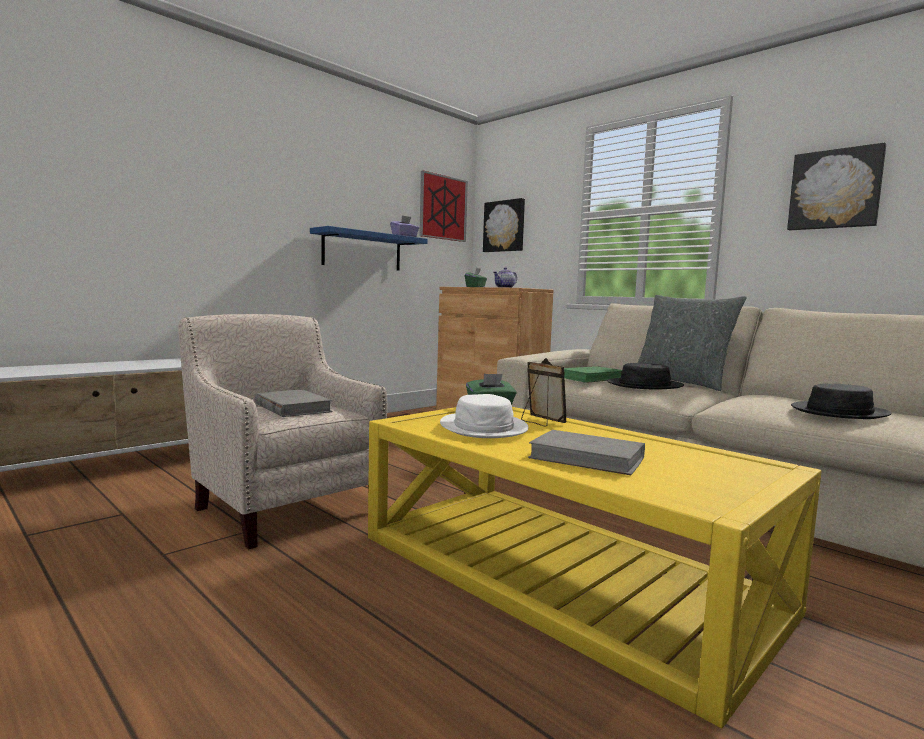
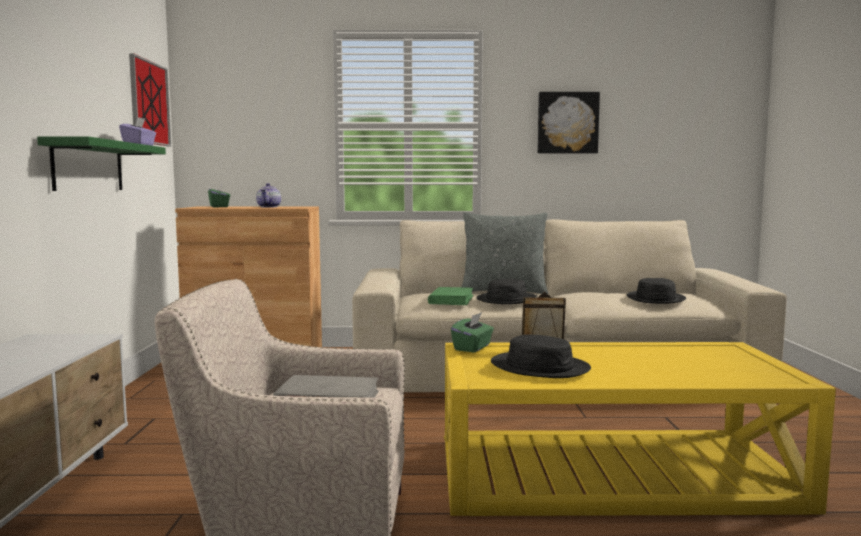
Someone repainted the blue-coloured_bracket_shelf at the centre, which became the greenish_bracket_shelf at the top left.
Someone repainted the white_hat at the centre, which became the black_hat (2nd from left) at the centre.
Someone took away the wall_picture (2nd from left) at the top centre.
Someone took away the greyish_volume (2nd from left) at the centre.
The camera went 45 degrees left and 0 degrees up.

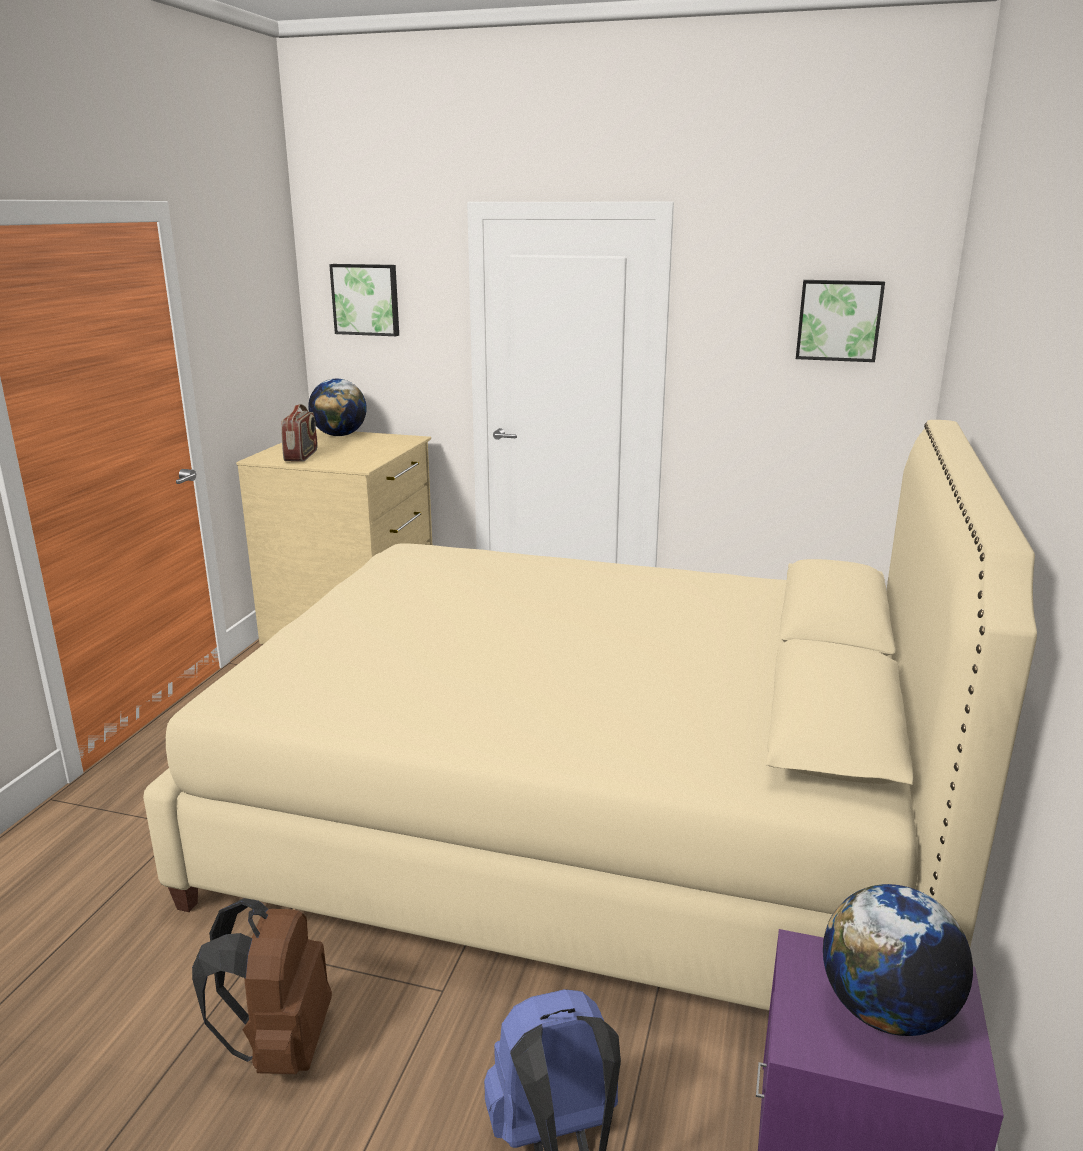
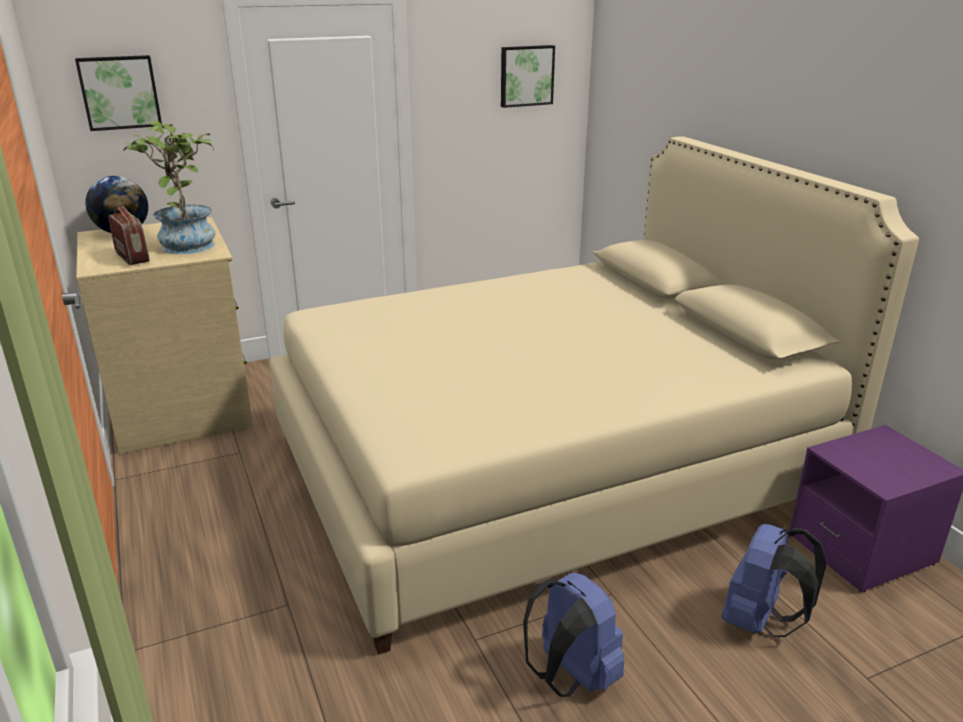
Someone put down the potted_plant at the top left.
Someone repainted the brown_rucksack at the bottom left, which became the blue-coloured_rucksack (1st from left) at the bottom centre.
Someone took away the globe (2nd from left) at the bottom right.
The camera went 40 degrees left and 5 degrees up.

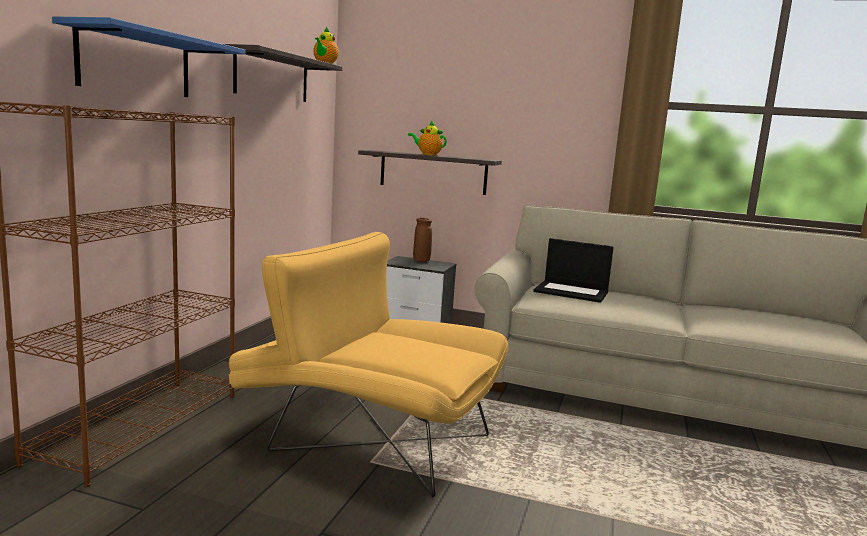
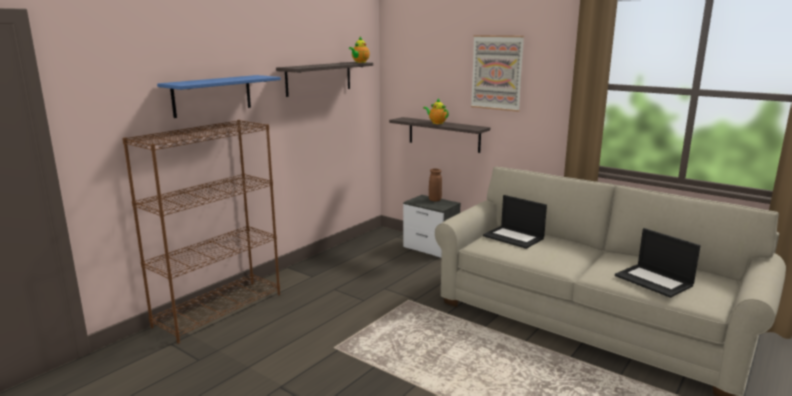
Someone put up the wall_picture at the top centre.
Someone put down the laptop (2nd from left) at the middle right.
Someone took away the yellow_easy_chair at the bottom centre.
The camera went 20 degrees right and 5 degrees up.

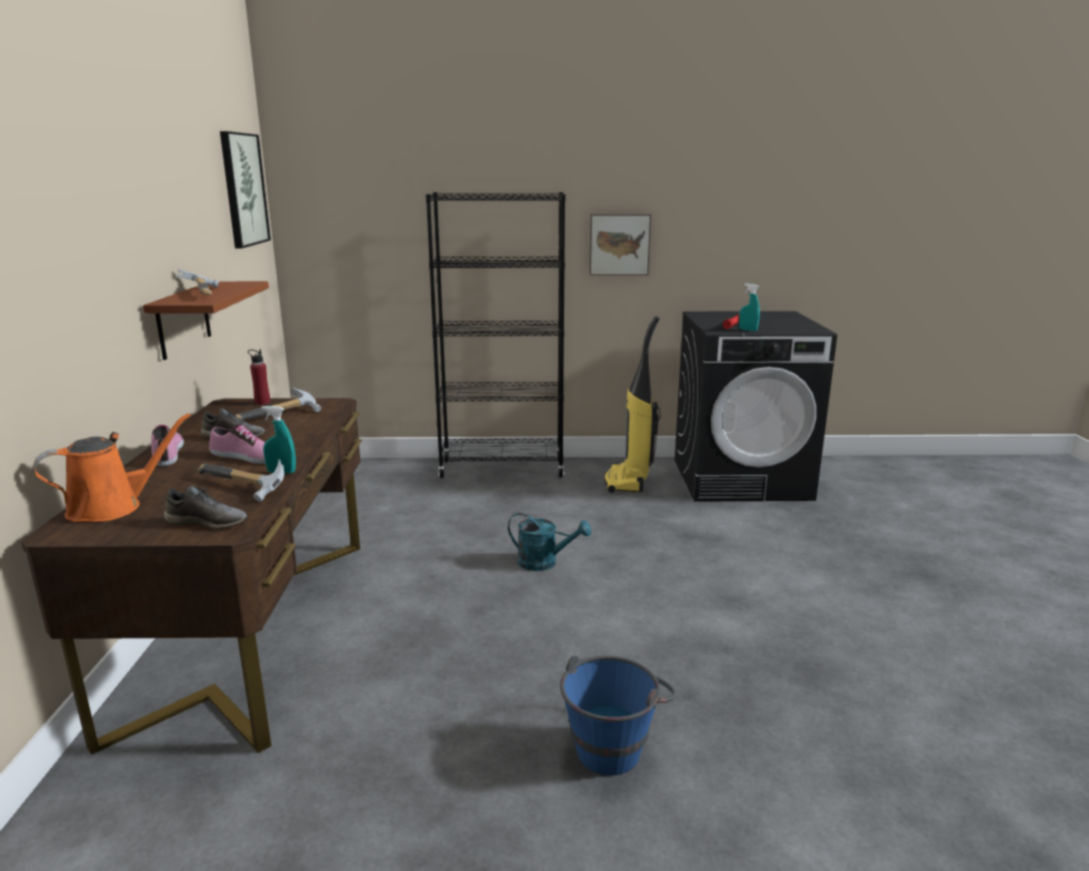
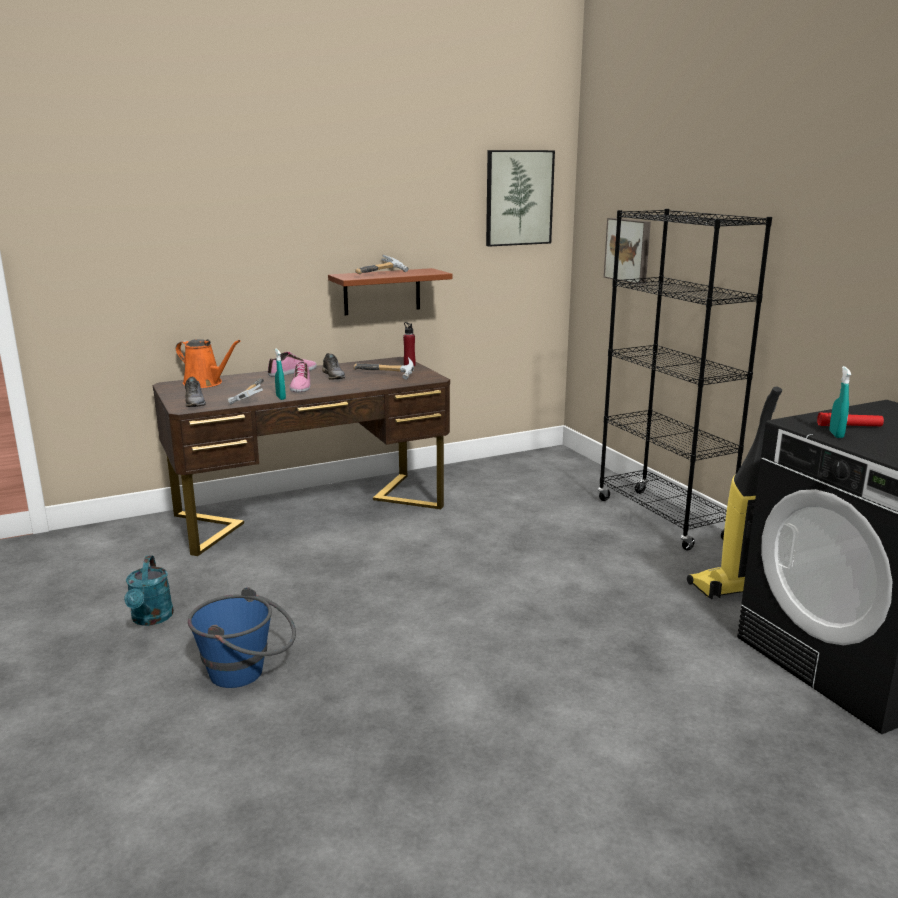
Someone carried the turquoise_sprinkling_can from the centre to the middle left.
Someone carried the wall_picture (2nd from left) from the top centre to the top right.
The camera went 65 degrees right and 0 degrees up.

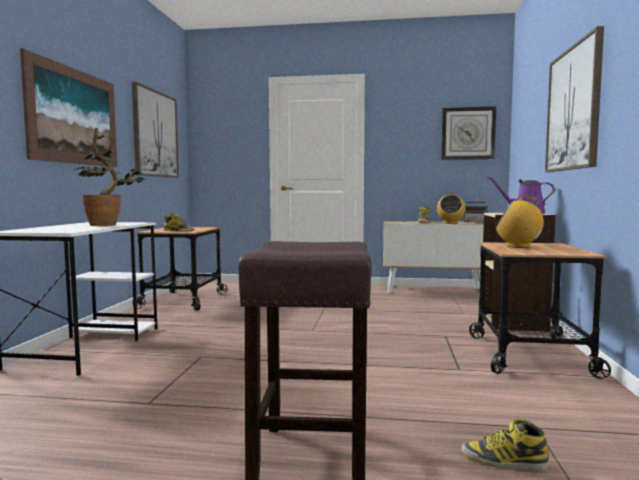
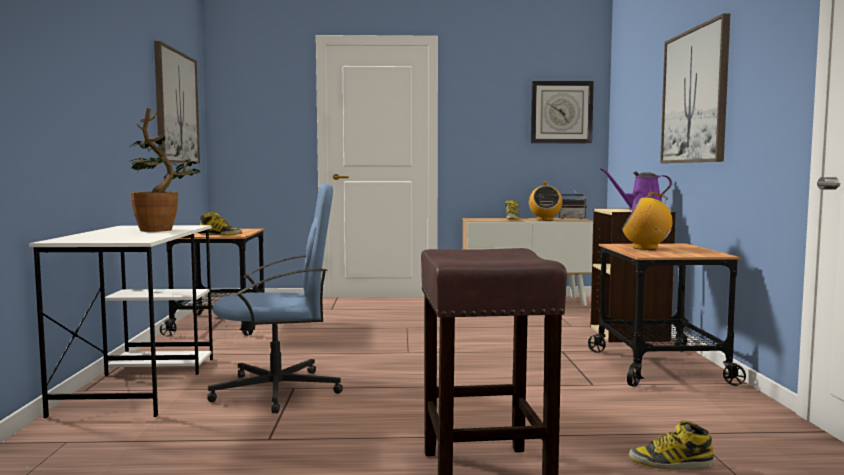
Someone put down the blue-coloured_office_chair at the middle left.
Someone took away the wall_picture (1st from left) at the top left.
The camera went 10 degrees left and 0 degrees up.

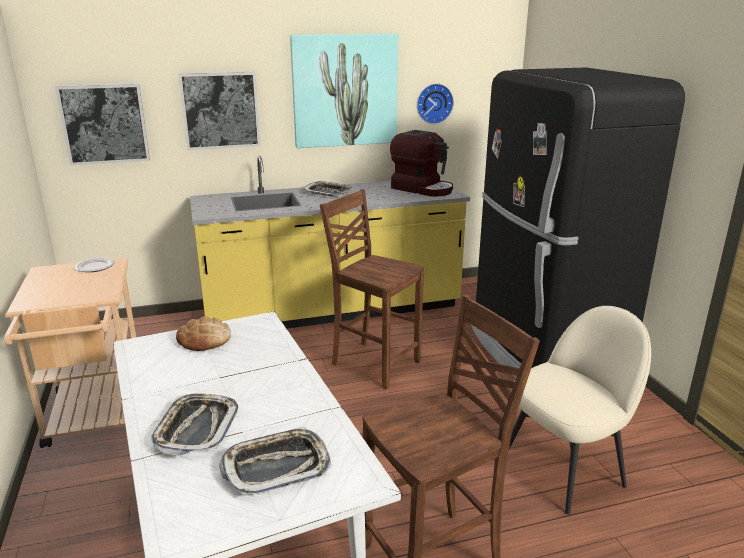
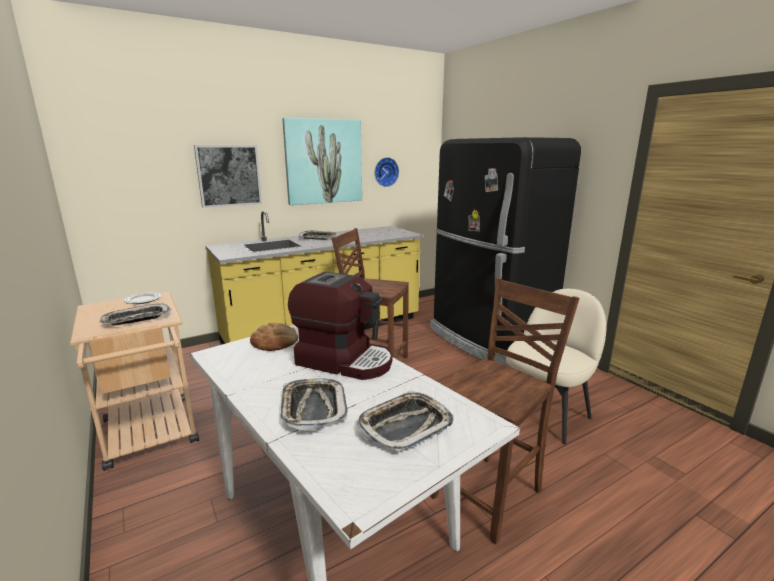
Someone put down the carrying_tray (1st from left) at the middle left.
Someone carried the coffee_maker from the top centre to the centre.
Someone took away the wall_picture (1st from left) at the top left.
The camera went 15 degrees left and 5 degrees down.

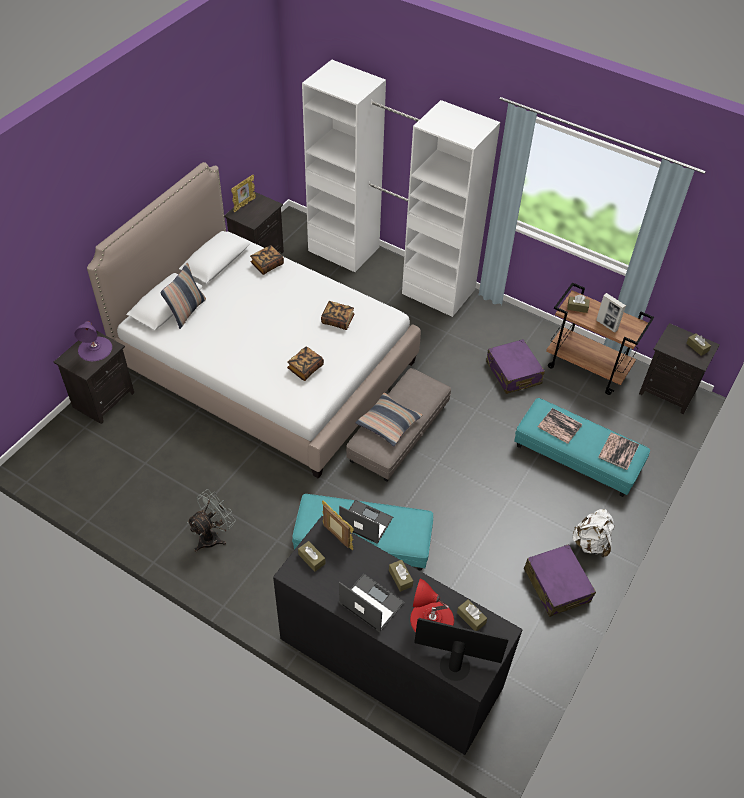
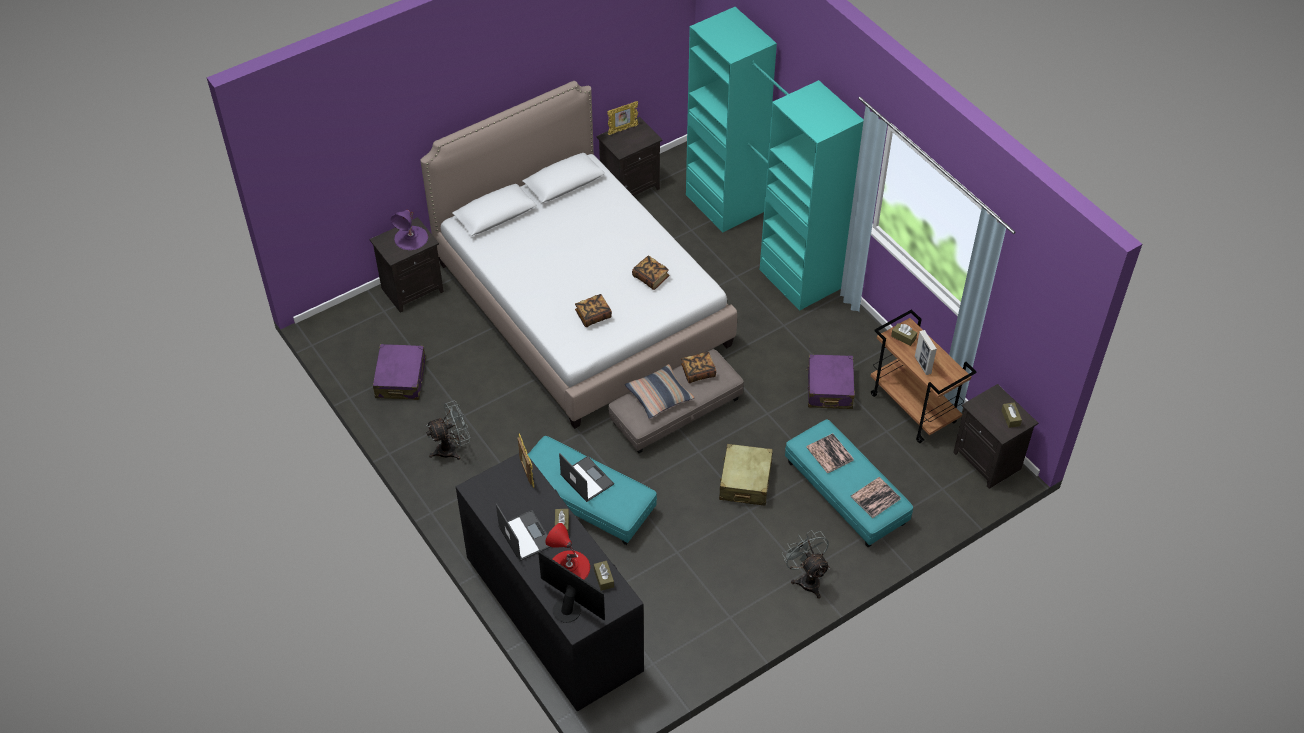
Someone carried the purplish_piece_of_luggage (2nd from left in the first image) from the bottom right to the middle left.
Someone carried the volume (1st from left in the first image) from the top centre to the centre.
Someone repainted the white_armoire at the top centre, which became the turquoise_armoire at the top centre.
Someone put down the beige-coloured_piece_of_luggage at the centre.
Someone swapped the white_rucksack at the bottom right for the greyish_fan (2nd from left) at the bottom centre.
Someone took away the throw_pillow (1st from left) at the middle left.
Someone took away the brown_tissue_holder (1st from left) at the bottom centre.
The camera went 25 degrees right and 0 degrees up.

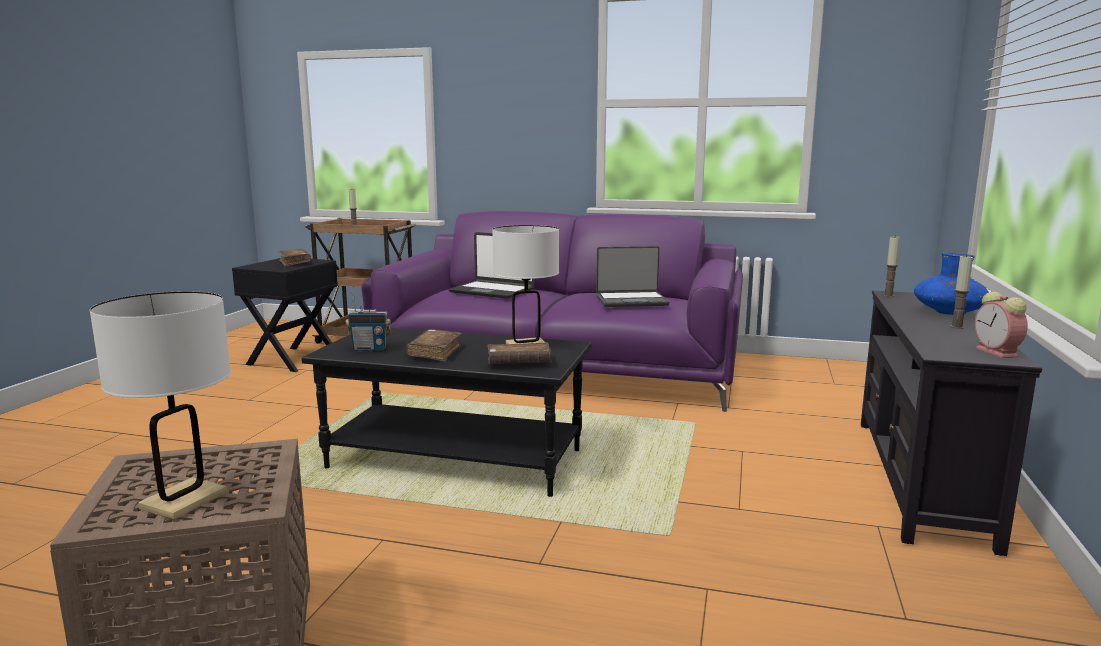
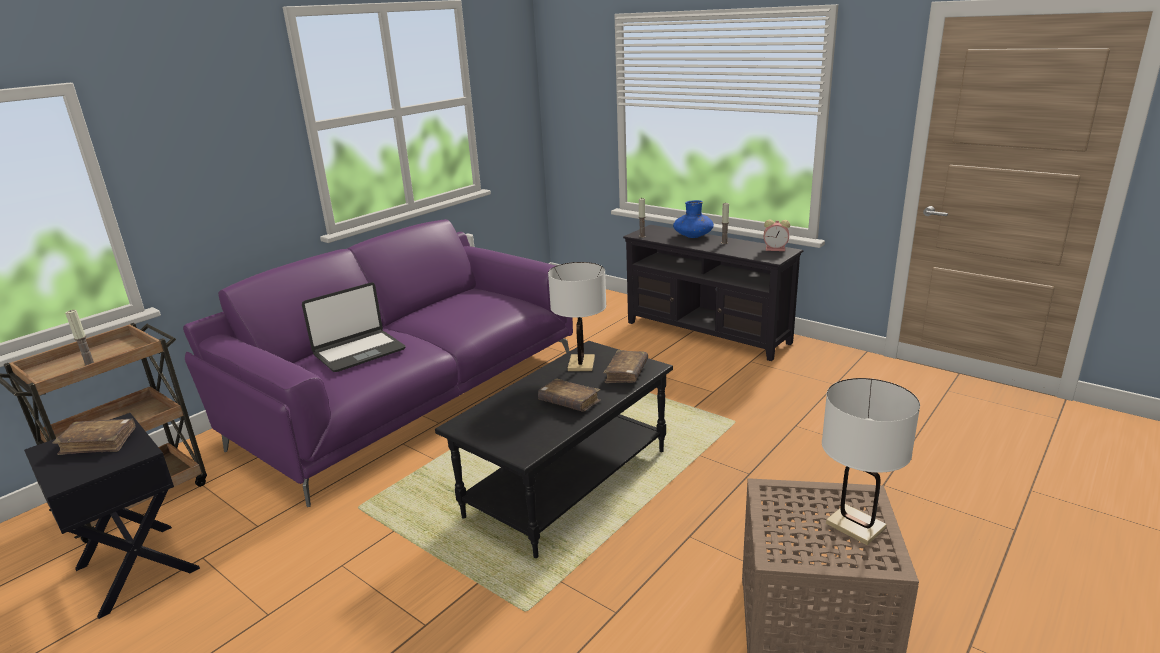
Someone took away the radio at the centre.
Someone took away the laptop (2nd from left) at the centre.
The camera went 65 degrees left and 10 degrees up.

